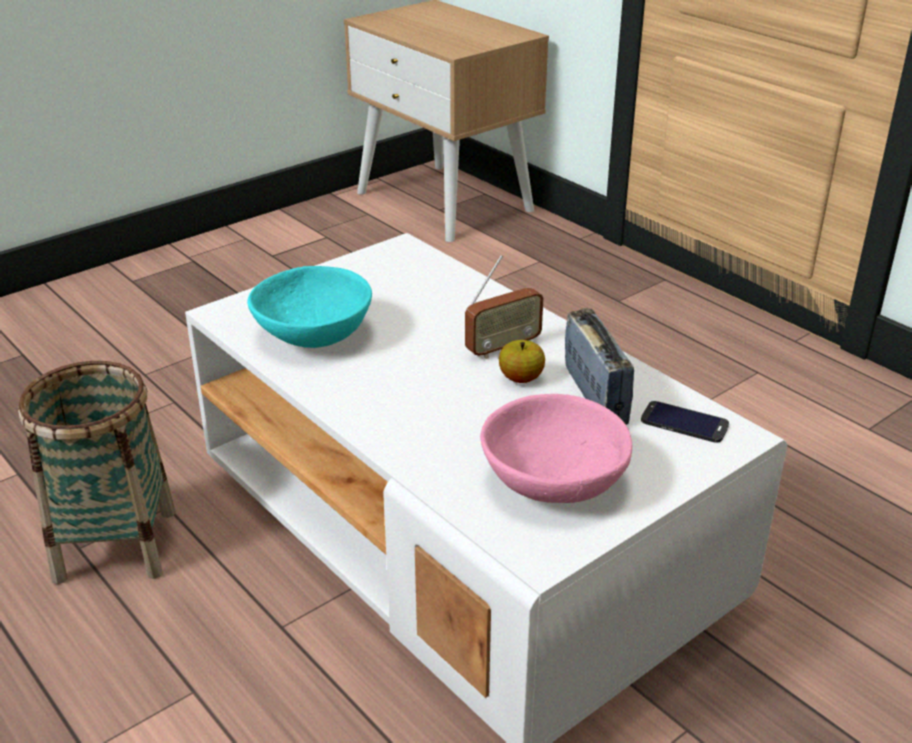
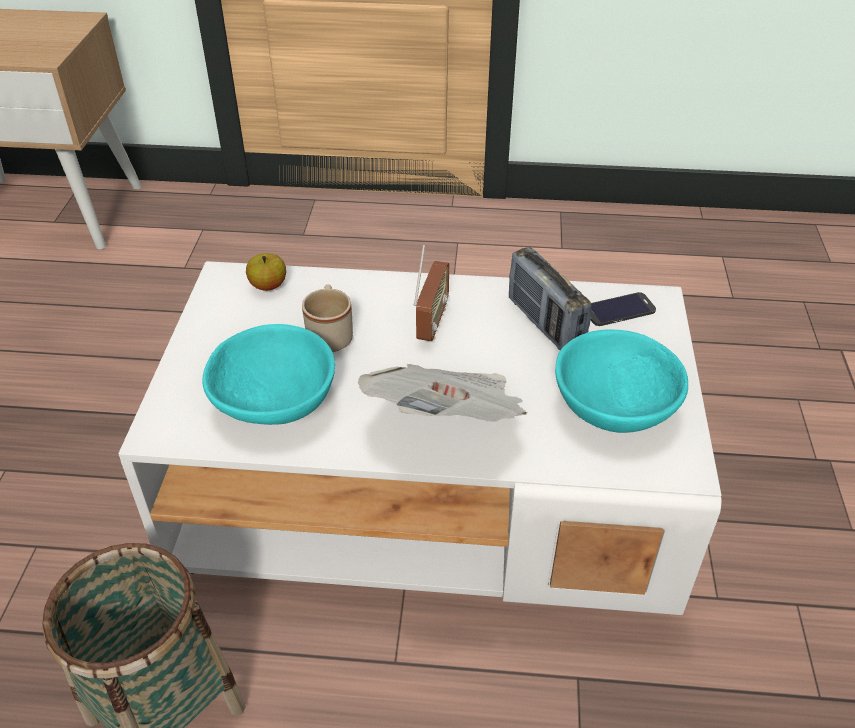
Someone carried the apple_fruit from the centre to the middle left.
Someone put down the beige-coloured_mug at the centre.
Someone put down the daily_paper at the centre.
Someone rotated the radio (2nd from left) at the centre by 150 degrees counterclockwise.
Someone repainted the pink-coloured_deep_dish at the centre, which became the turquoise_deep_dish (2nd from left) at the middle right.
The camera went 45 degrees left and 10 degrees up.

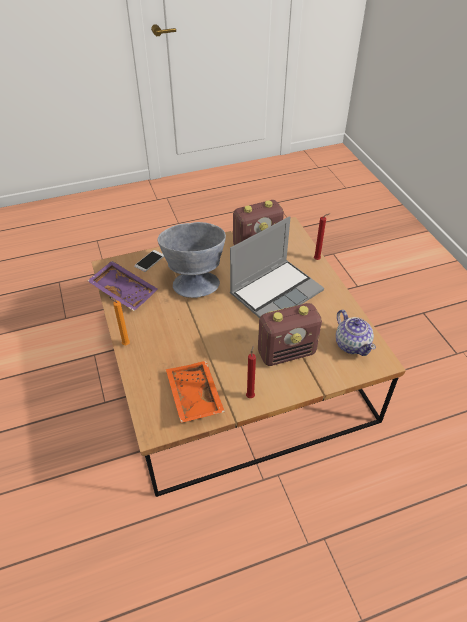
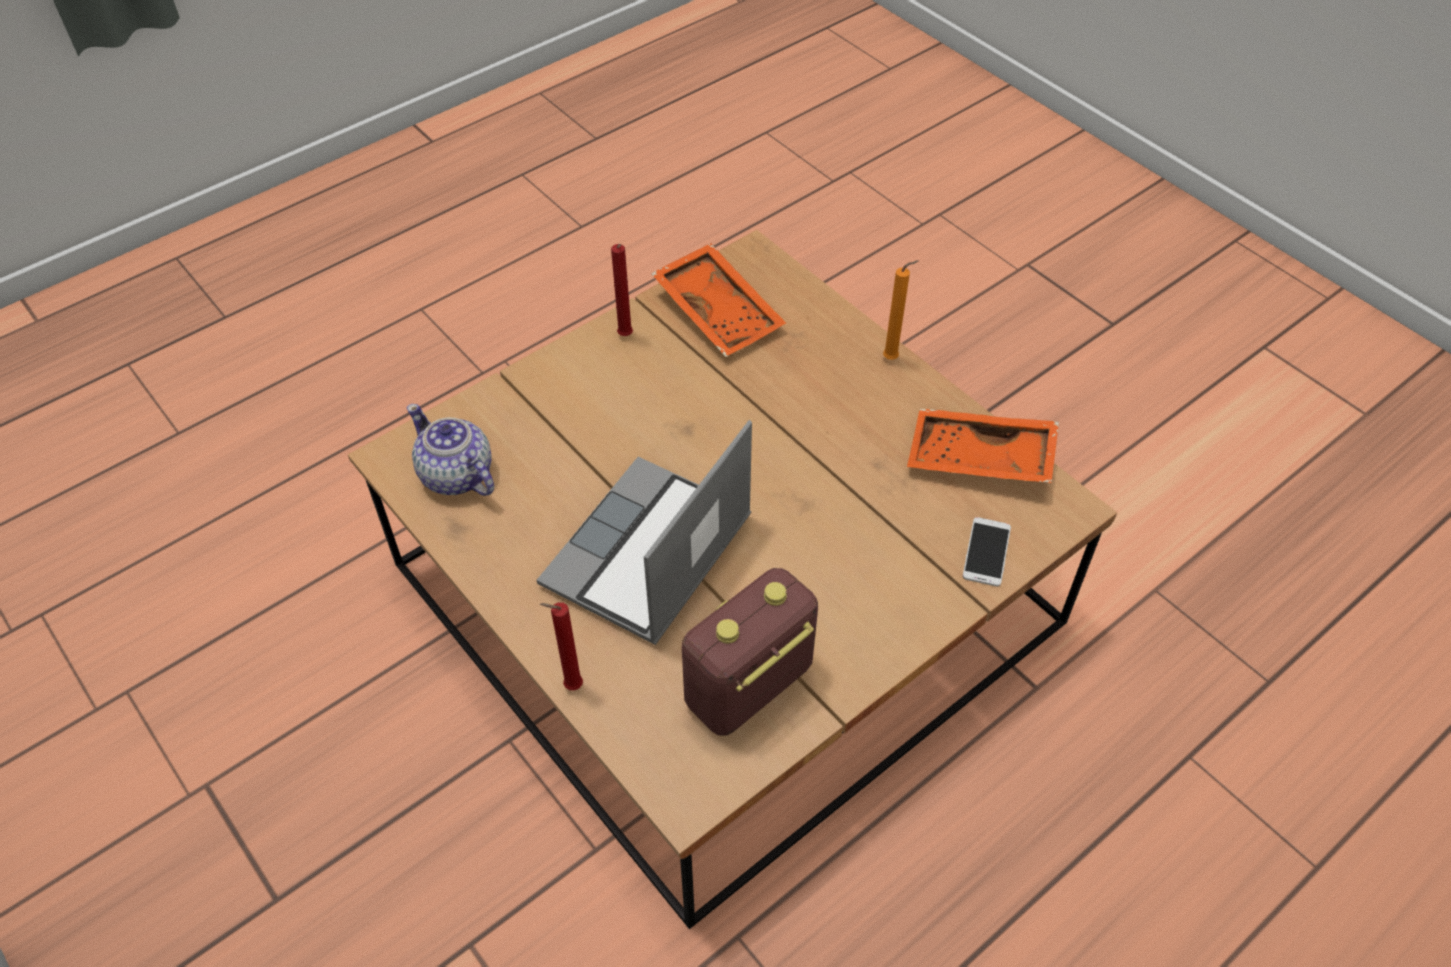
Someone repainted the purplish_carrying_tray at the middle left, which became the orange_carrying_tray (2nd from left) at the middle right.
Someone took away the greyish_deep_dish at the centre.
Someone took away the radio (2nd from left) at the centre.
The camera went 160 degrees right and 5 degrees up.

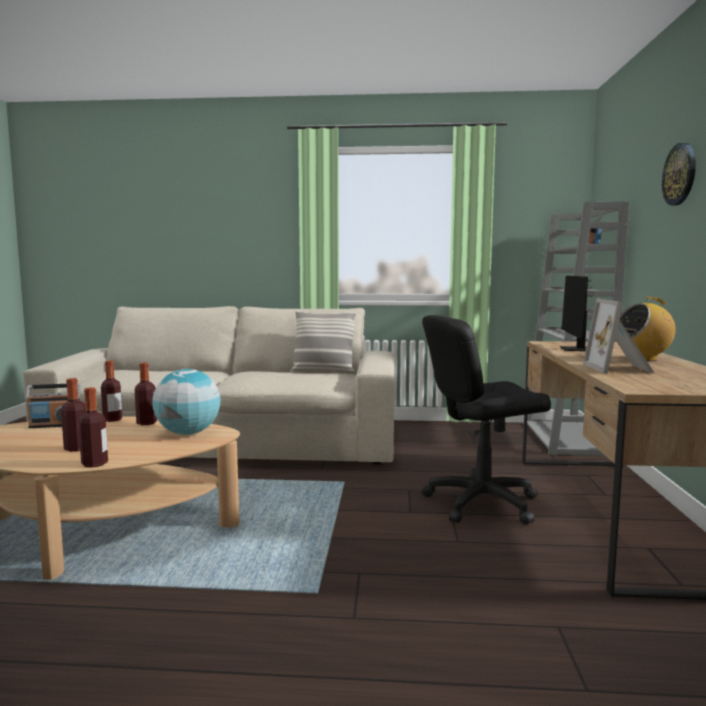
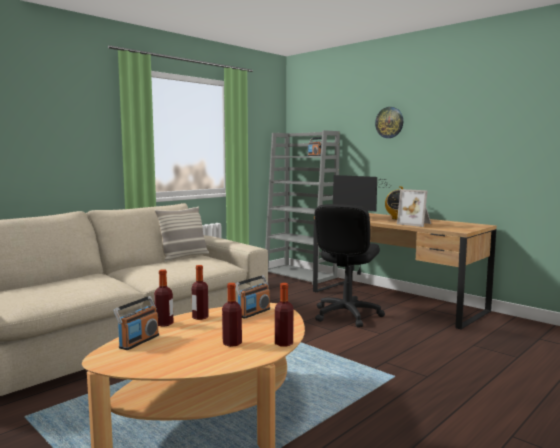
Someone swapped the globe at the middle left for the radio (2nd from left) at the centre.
The camera went 50 degrees left and 0 degrees up.

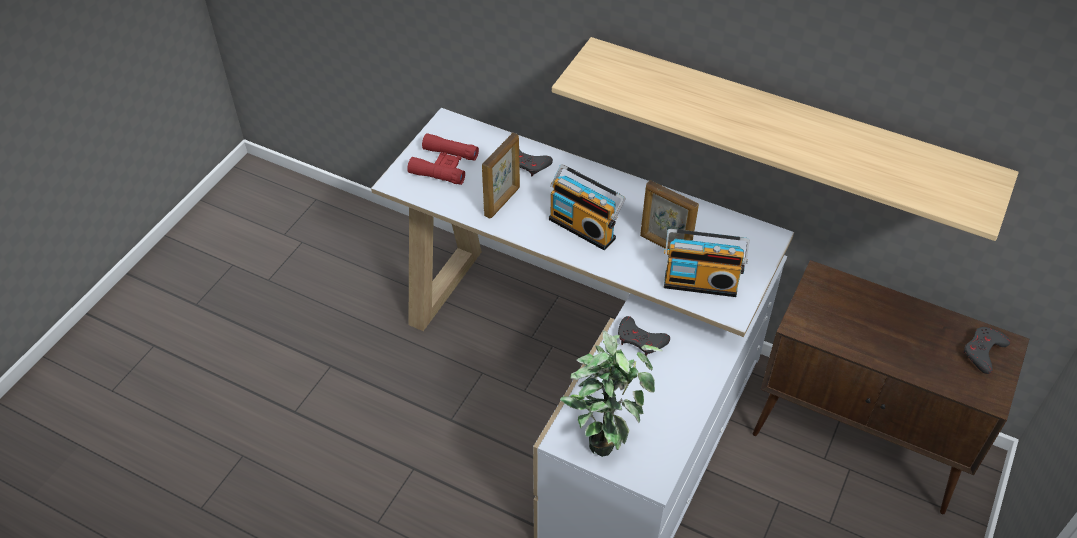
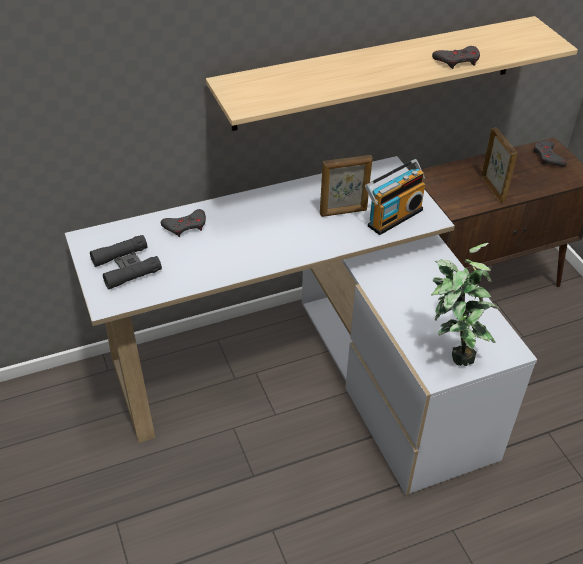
Someone repainted the red_binoculars at the top centre, which became the black_binoculars at the middle left.
Someone carried the greyish_game_controller (2nd from left) from the centre to the top right.
Someone carried the photo_frame (1st from left in the first image) from the top centre to the top right.
Someone took away the radio (1st from left) at the centre.
The camera went 50 degrees left and 5 degrees down.

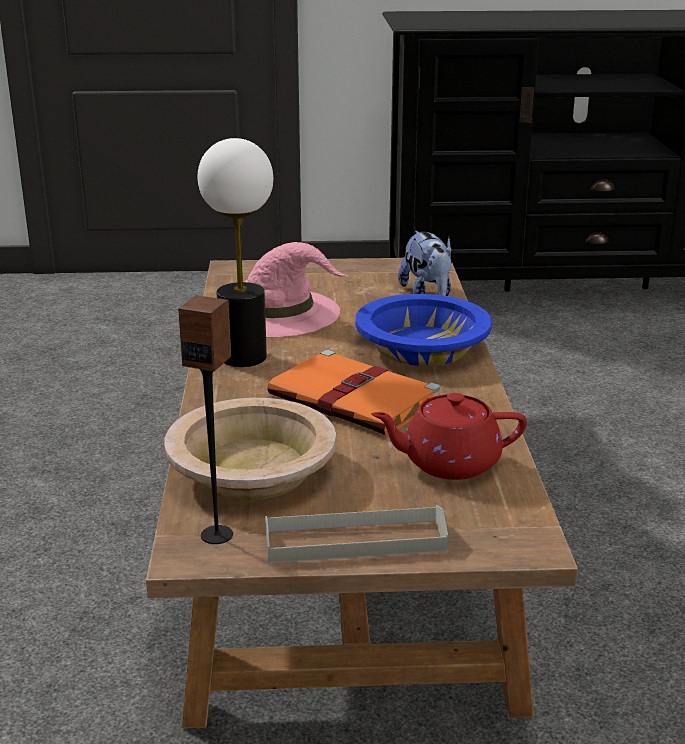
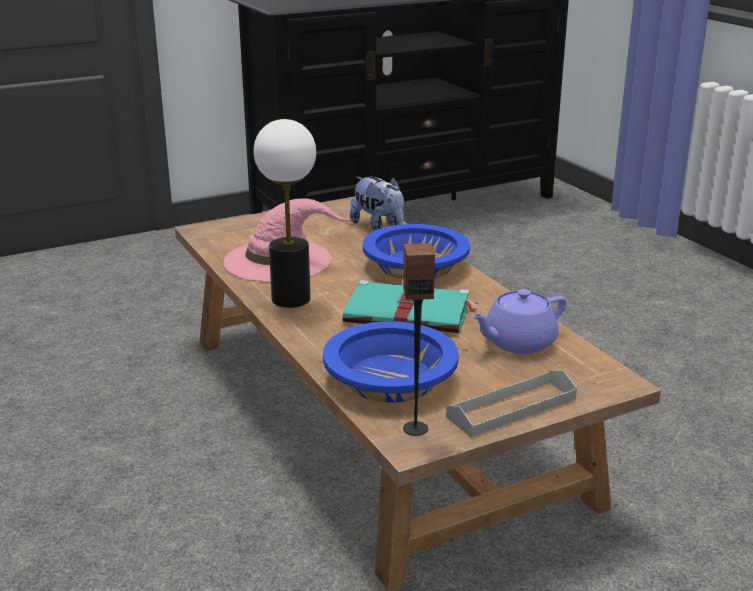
Someone repainted the beige-coloured_deep_dish at the centre, which became the blue-coloured_deep_dish (1st from left) at the centre.
Someone repainted the orange_volume at the centre, which became the turquoise_volume at the centre.
Someone repainted the red_teapot at the centre, which became the purplish_teapot at the middle right.
The camera went 25 degrees left and 0 degrees up.

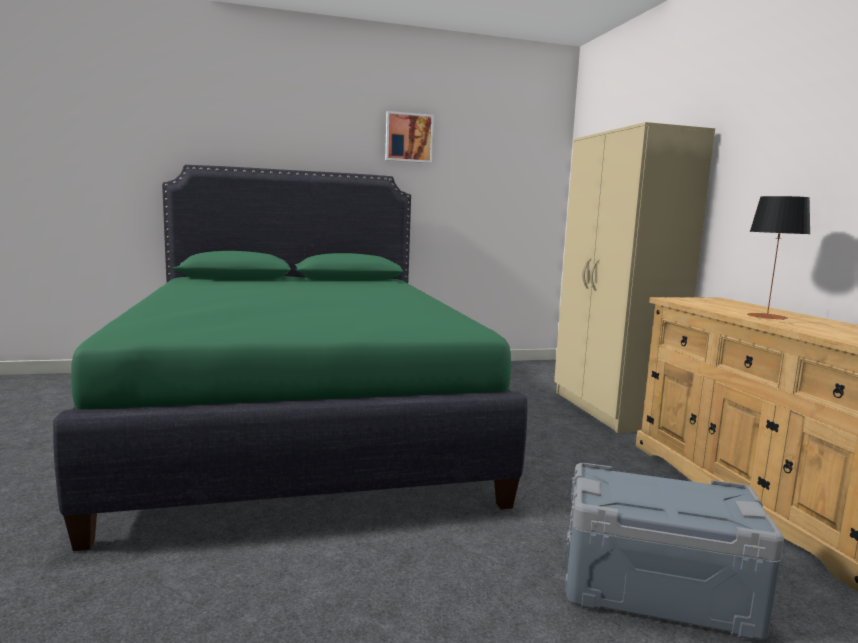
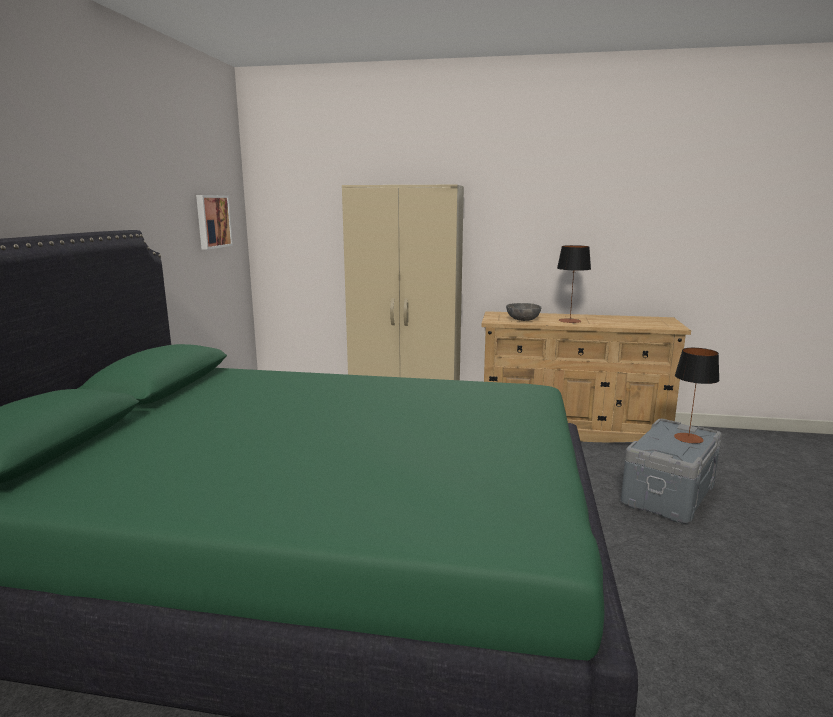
Someone carried the wall_picture from the top centre to the top left.
Someone put down the greyish_deep_dish at the centre.
Someone put down the table_lamp (2nd from left) at the middle right.
The camera went 65 degrees left and 5 degrees up.

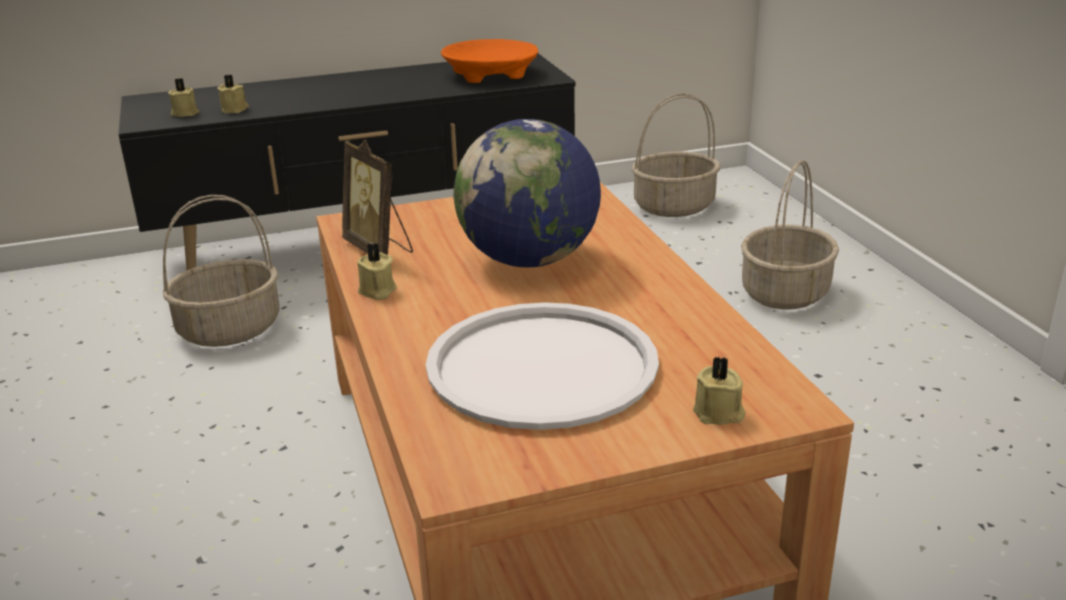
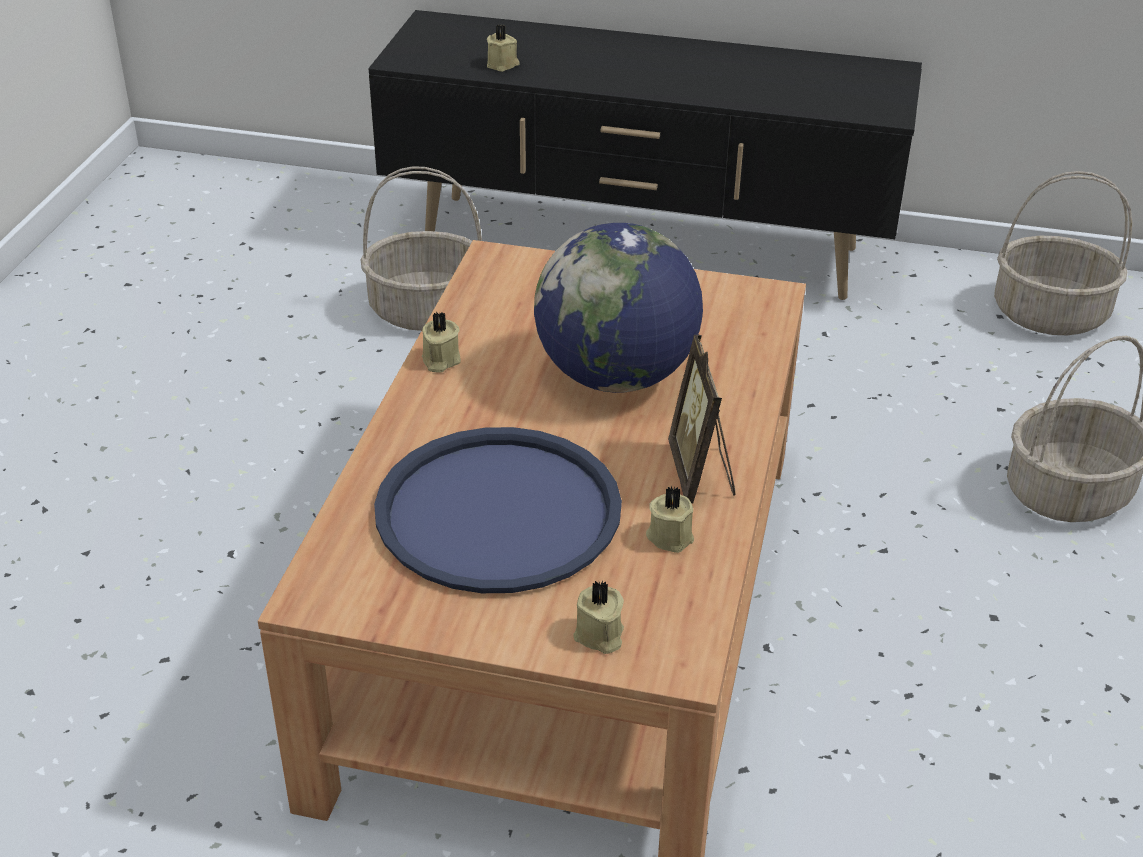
Someone repainted the white_carrying_tray at the centre, which became the blue-coloured_carrying_tray at the centre.
Someone carried the beige-coloured_candle (1st from left in the first image) from the top left to the centre.
Someone carried the photo_frame from the top centre to the centre.
Someone took away the orange_deep_dish at the top centre.
The camera went 30 degrees right and 10 degrees up.

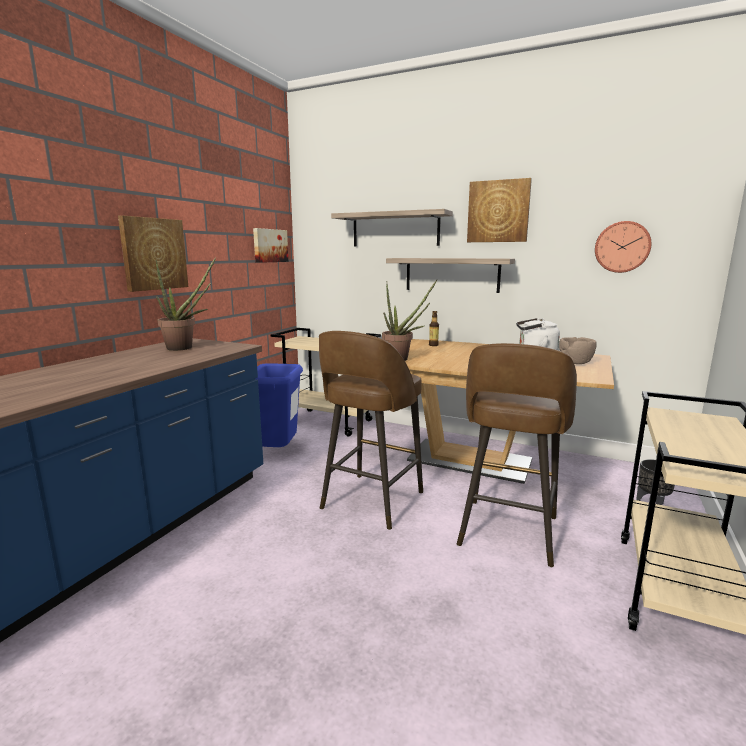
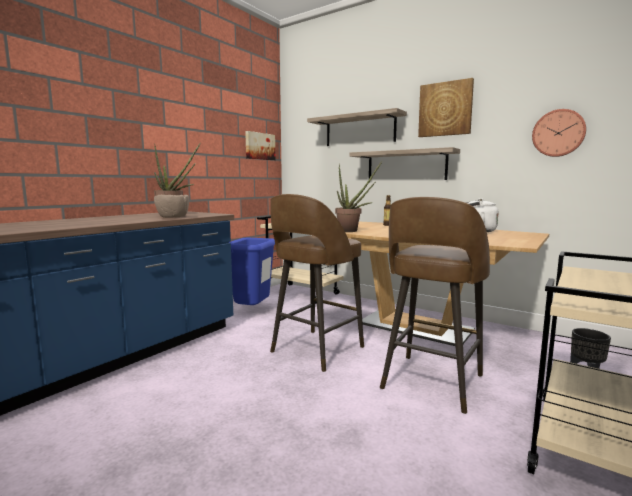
Someone carried the brown_deep_dish from the middle right to the middle left.
Someone took away the wall_picture (1st from left) at the middle left.
The camera went 10 degrees right and 5 degrees down.

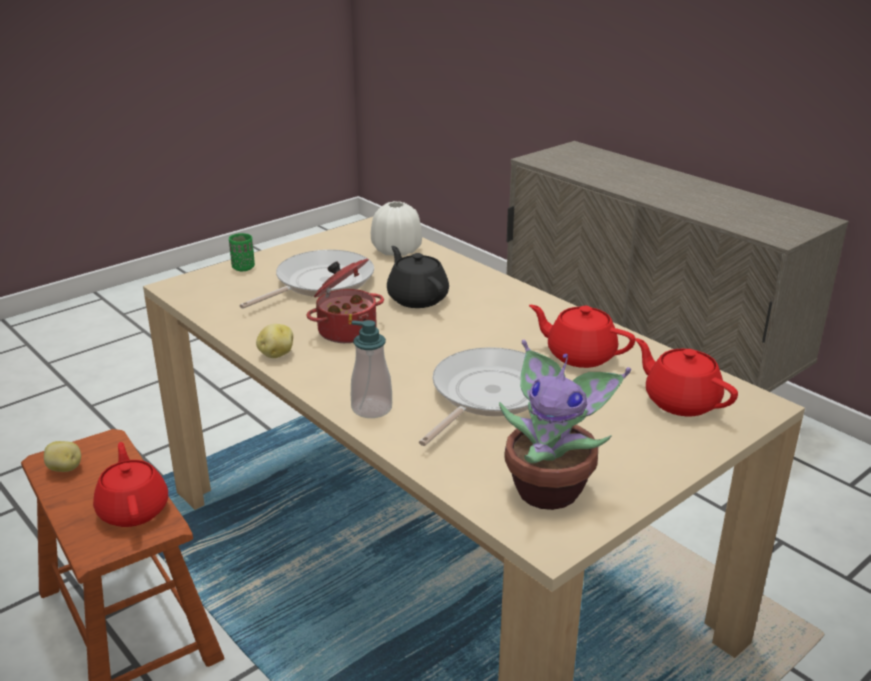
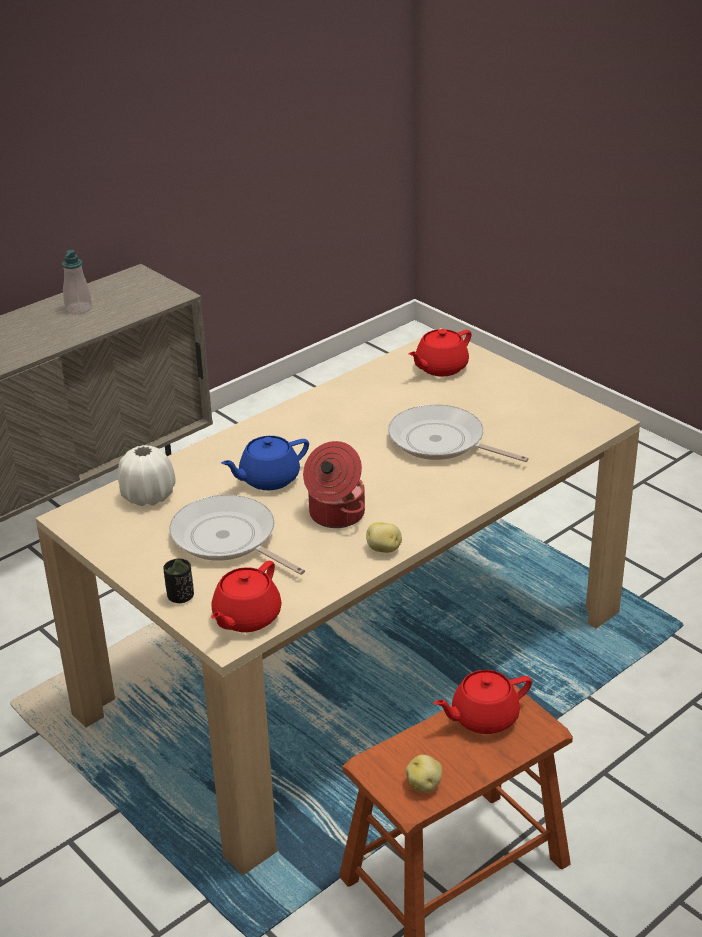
Someone carried the soap_dispenser from the centre to the top left.
Someone repainted the greenish_small_cup at the middle left, which became the black_small_cup at the middle left.
Someone carried the red_teapot (2nd from left in the first image) from the middle right to the centre.
Someone repainted the black_teapot at the centre, which became the blue-coloured_teapot at the centre.
Someone took away the potted_plant at the centre.
The camera went 90 degrees left and 5 degrees up.

